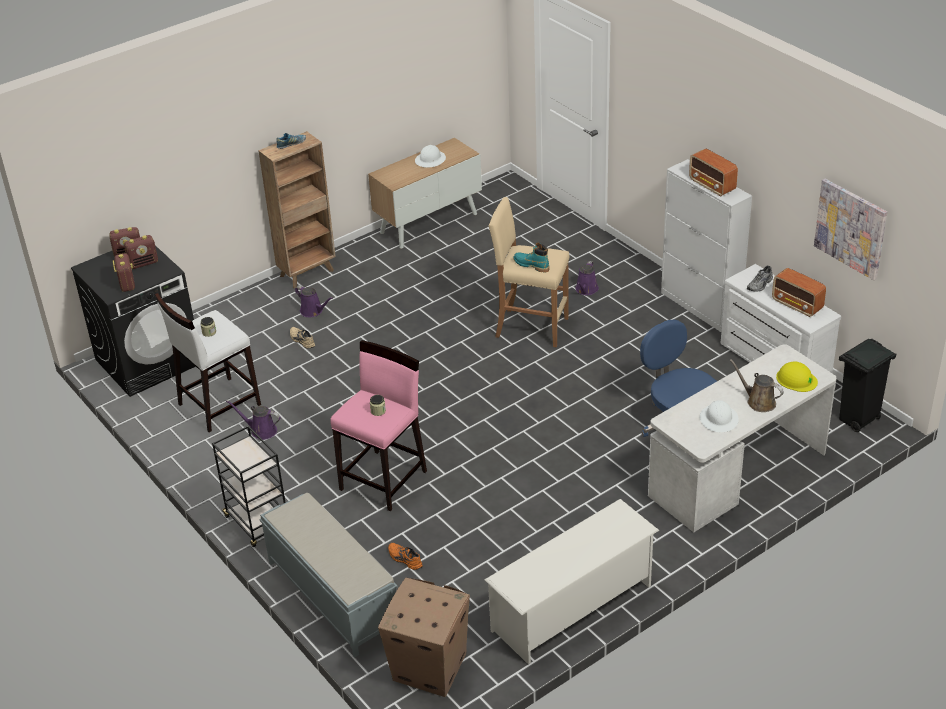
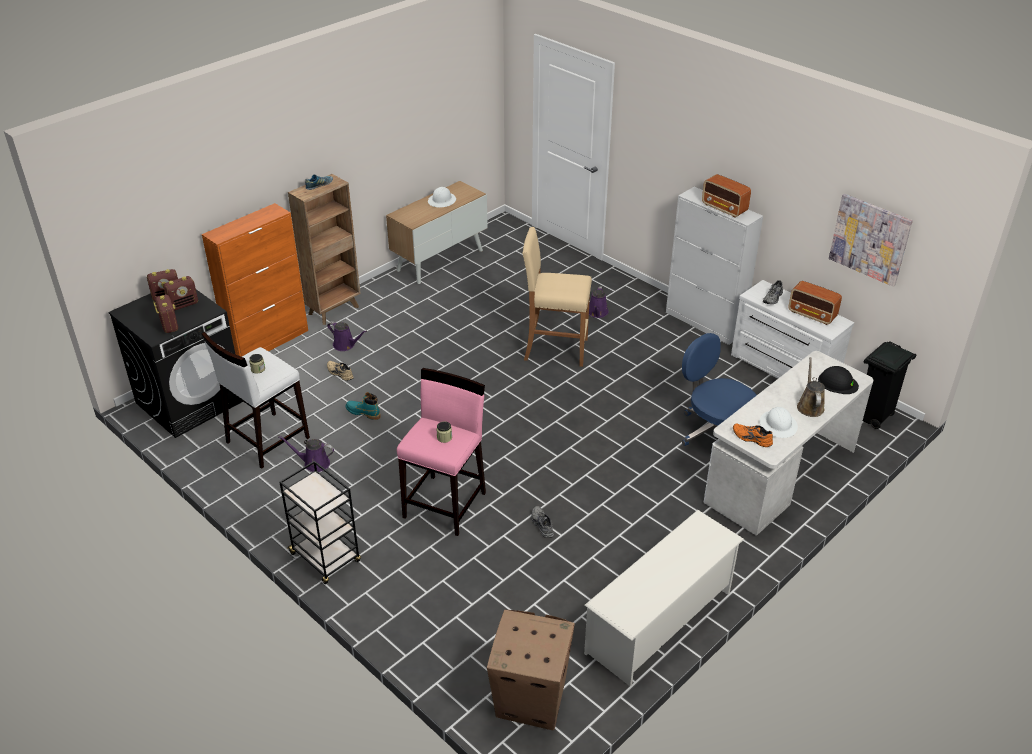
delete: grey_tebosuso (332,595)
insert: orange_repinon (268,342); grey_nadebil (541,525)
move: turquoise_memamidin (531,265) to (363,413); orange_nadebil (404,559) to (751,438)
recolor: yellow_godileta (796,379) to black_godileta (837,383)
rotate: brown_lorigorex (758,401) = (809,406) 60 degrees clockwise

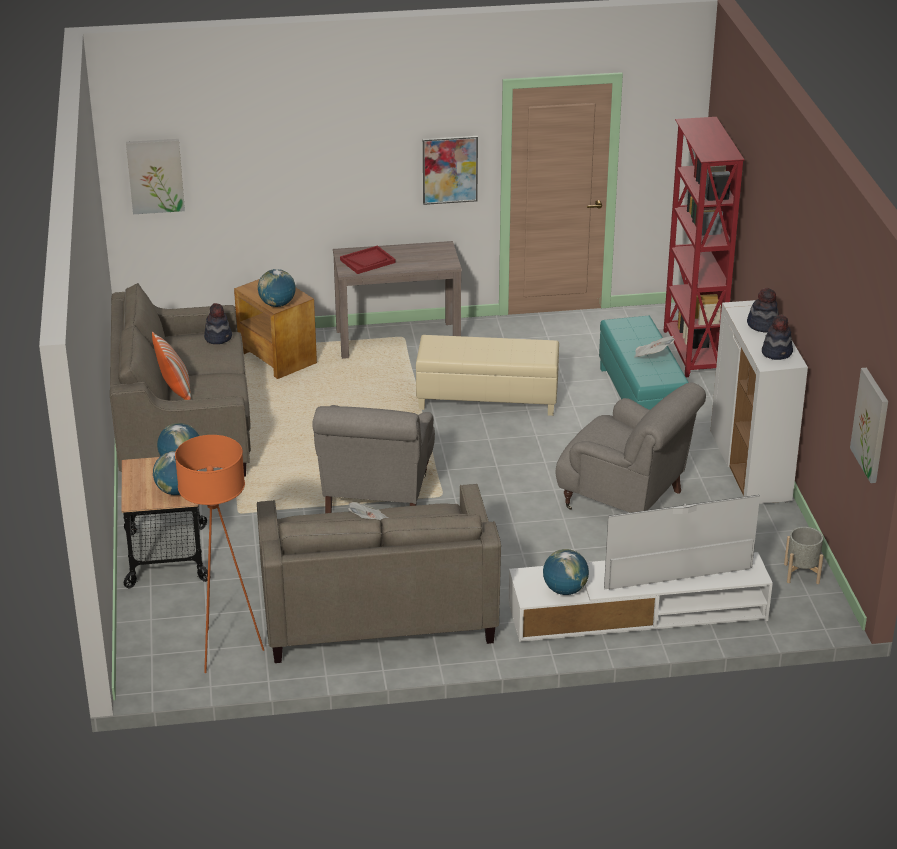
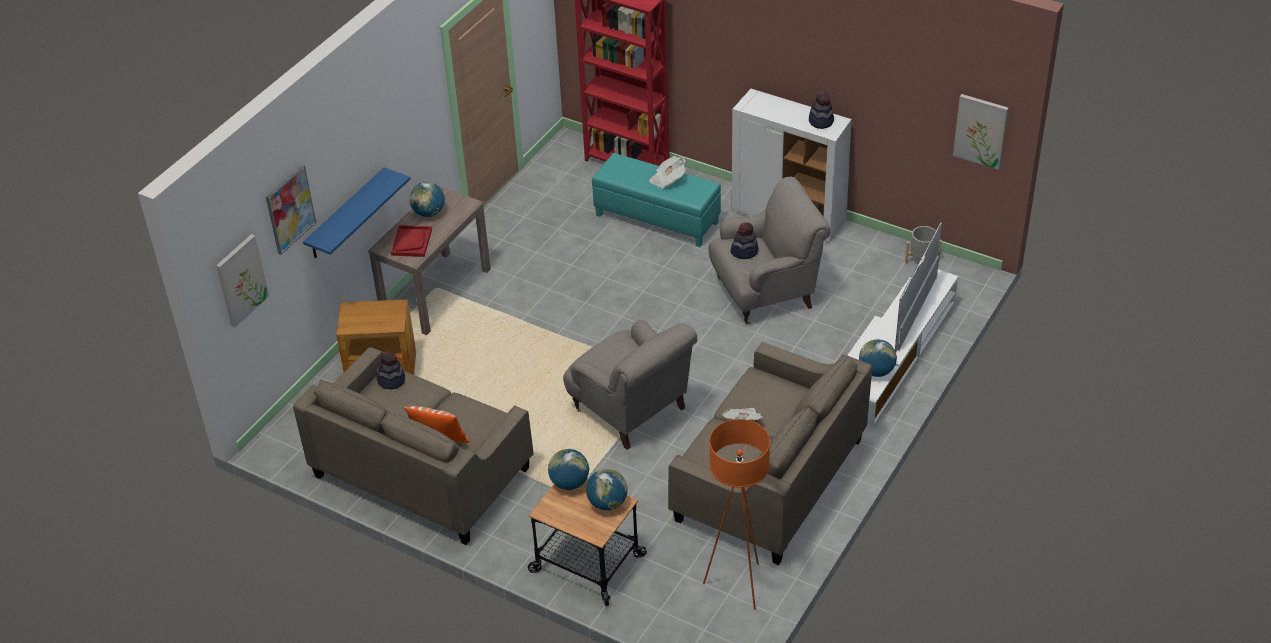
delete: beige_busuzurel (488,399)
insert: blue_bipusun (346,214)
move: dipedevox (450,169) to (290,209); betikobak (277,304) to (429,213); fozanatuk (762,325) to (744,251)

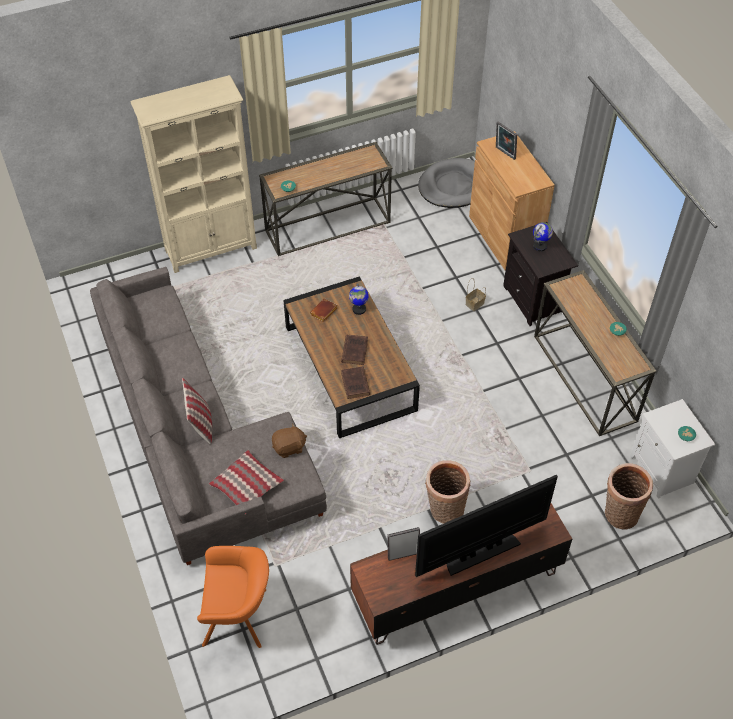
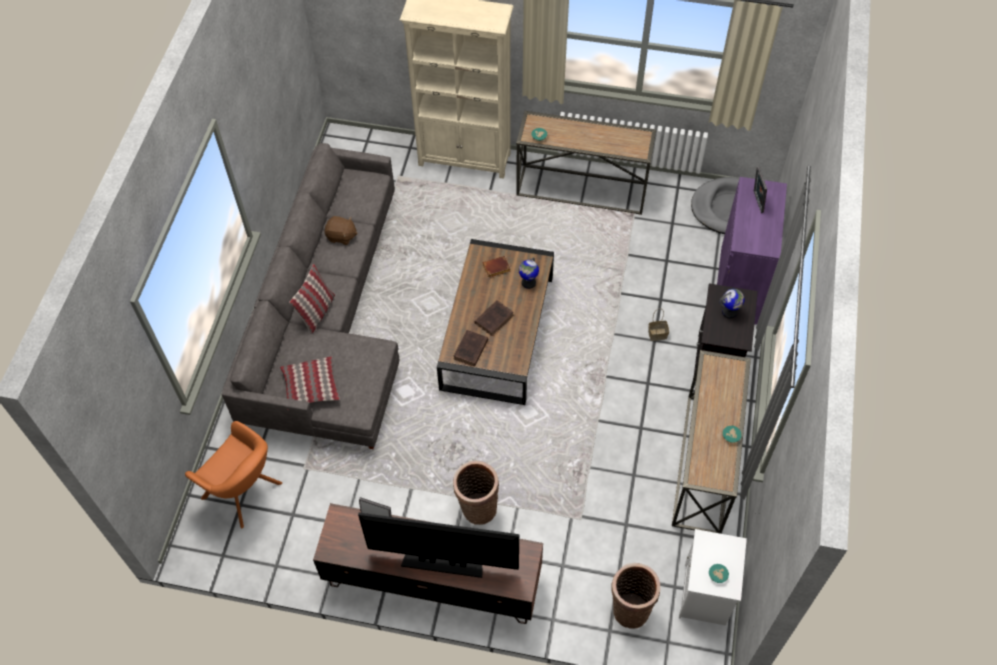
move: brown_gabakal (289,447) to (341,236)
recolor: brown_repinon (504,237) to purple_repinon (739,284)

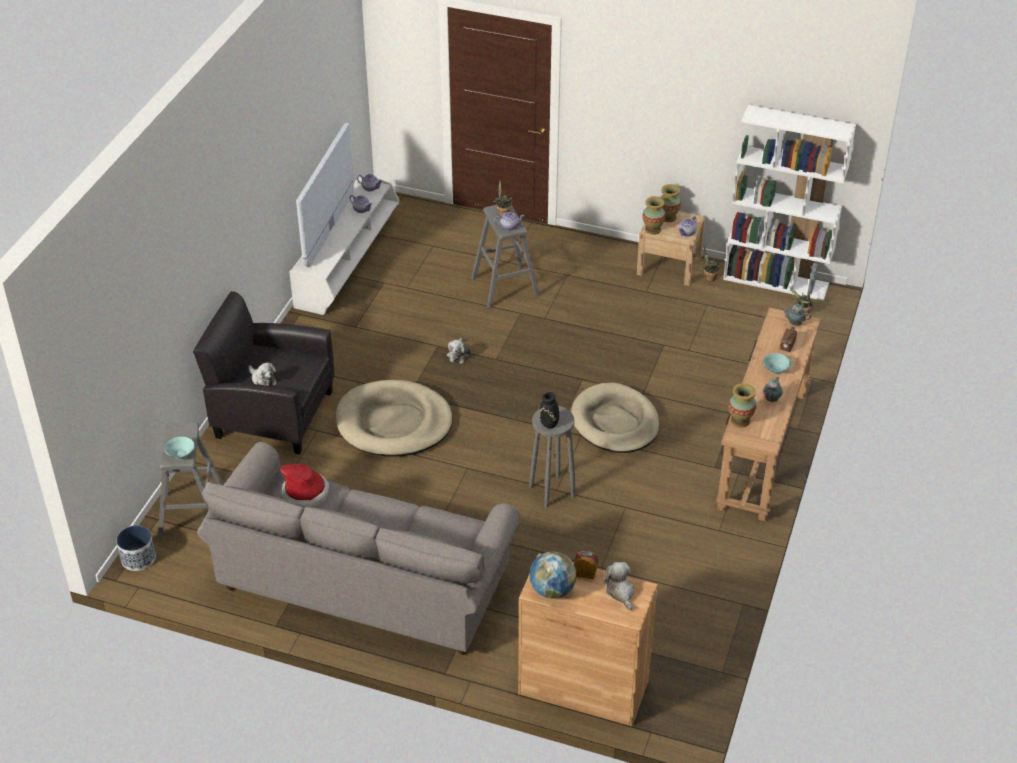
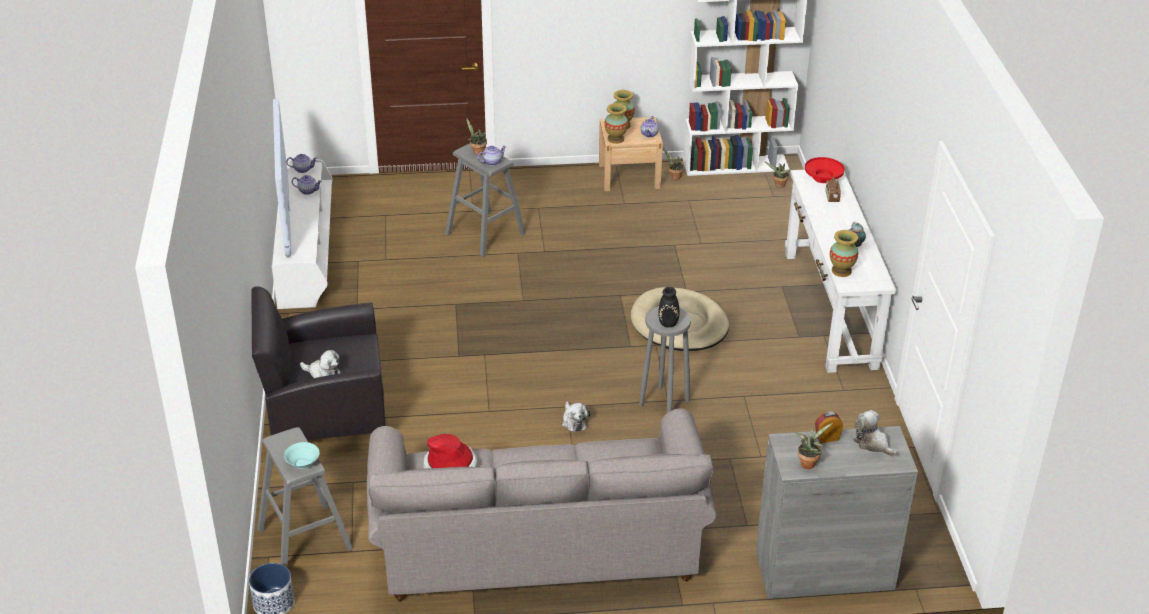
delete: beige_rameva (394,423); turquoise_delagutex (775,370)
move: gabakal (458,355) to (574,421)
replace: betikobak (552,590) to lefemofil (808,463); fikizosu (794,323) to red_delagutex (823,178)
recolor: brown_repinon (583,687) to grey_repinon (824,570); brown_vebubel (762,449) to white_vebubel (829,309)

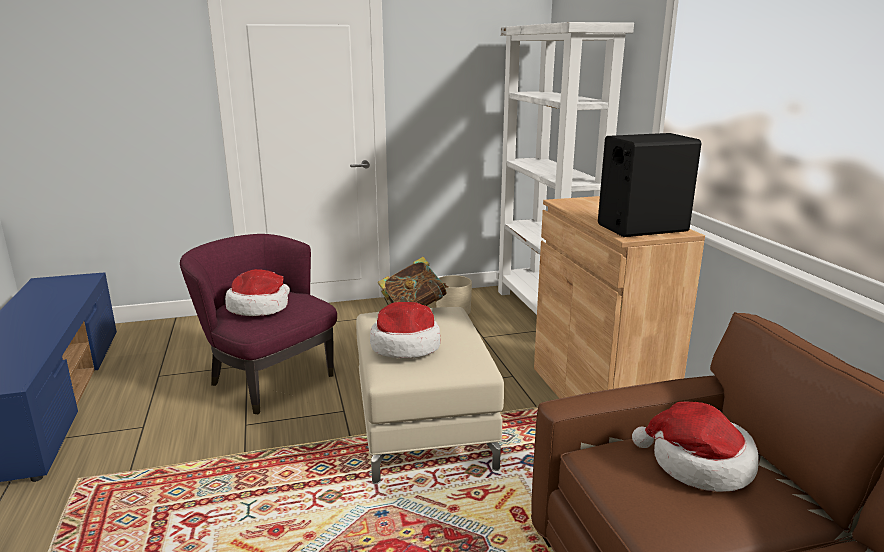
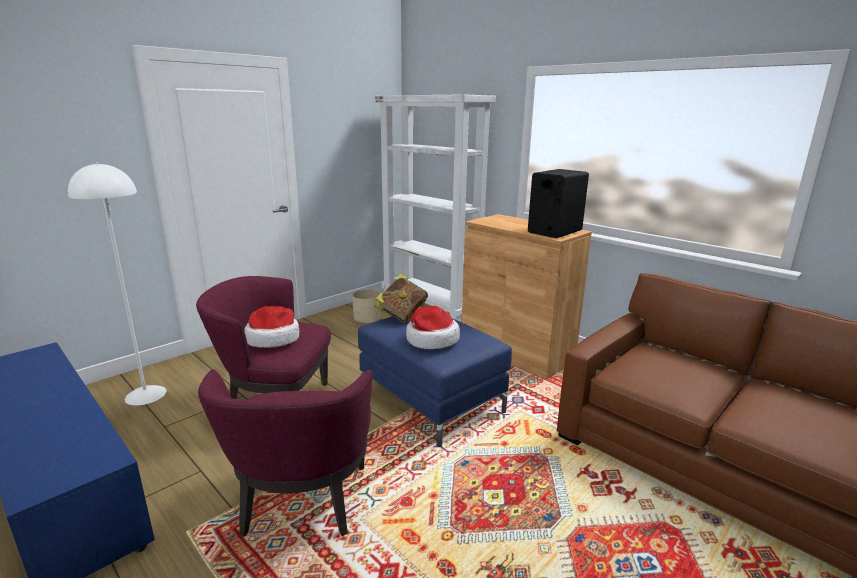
delete: fozanatuk (698,464)
insert: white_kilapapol (146,395); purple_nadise (303,502)
recolor: beige_busuzurel (425,427) to blue_busuzurel (432,400)

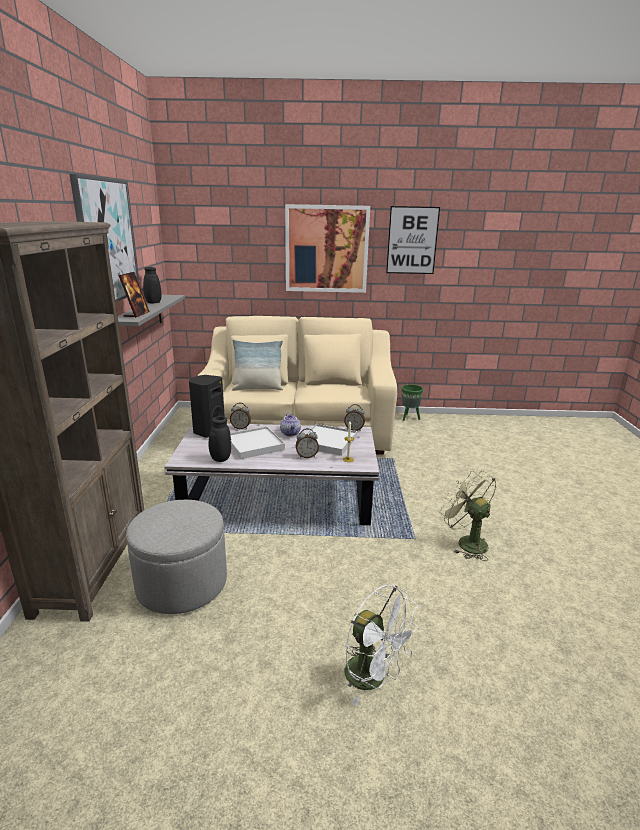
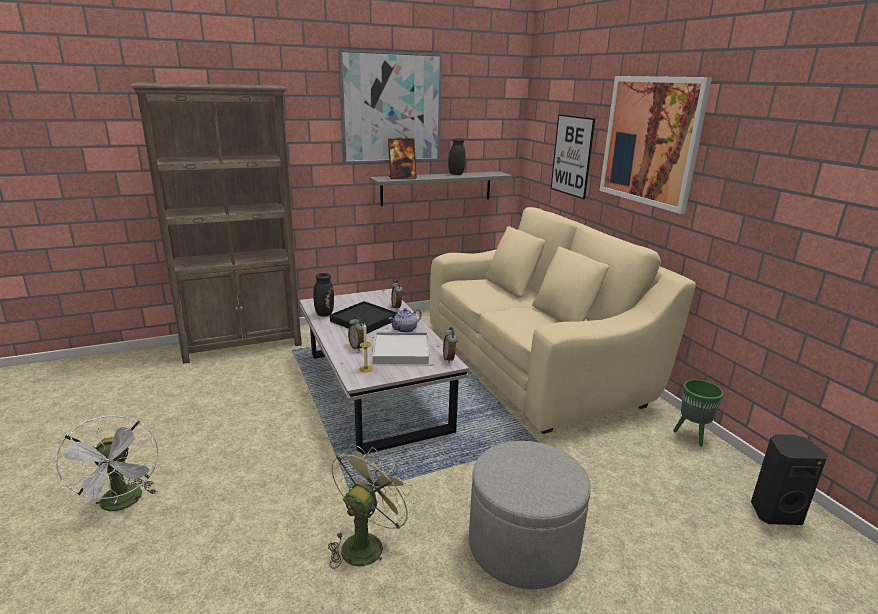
delete: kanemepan (257,389)
move: grey_busuzurel (182,583) to (523,546); dipedevox (412,240) to (572,156); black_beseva (208,431) to (774,512)
recolor: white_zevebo (254,445) to black_zevebo (364,320)
rotate: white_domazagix (373,678) = (123,504) 45 degrees counterclockwise

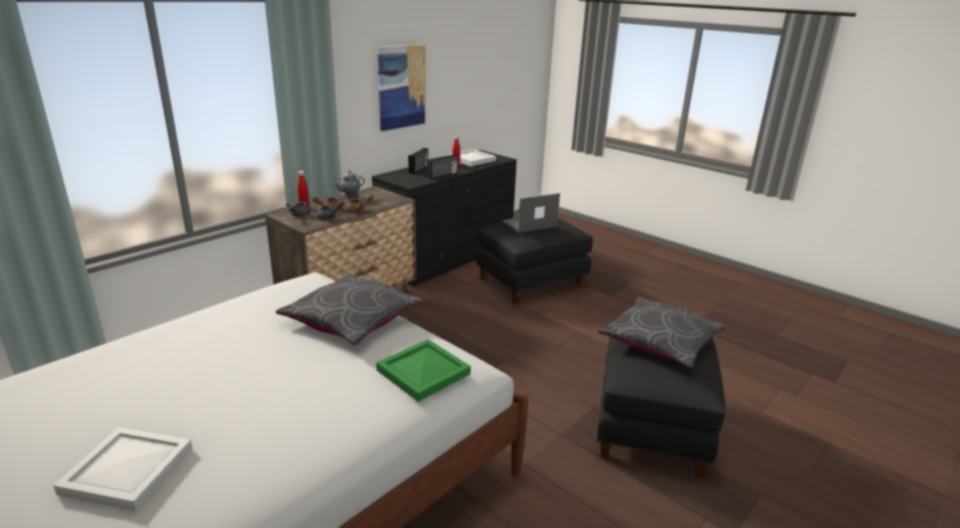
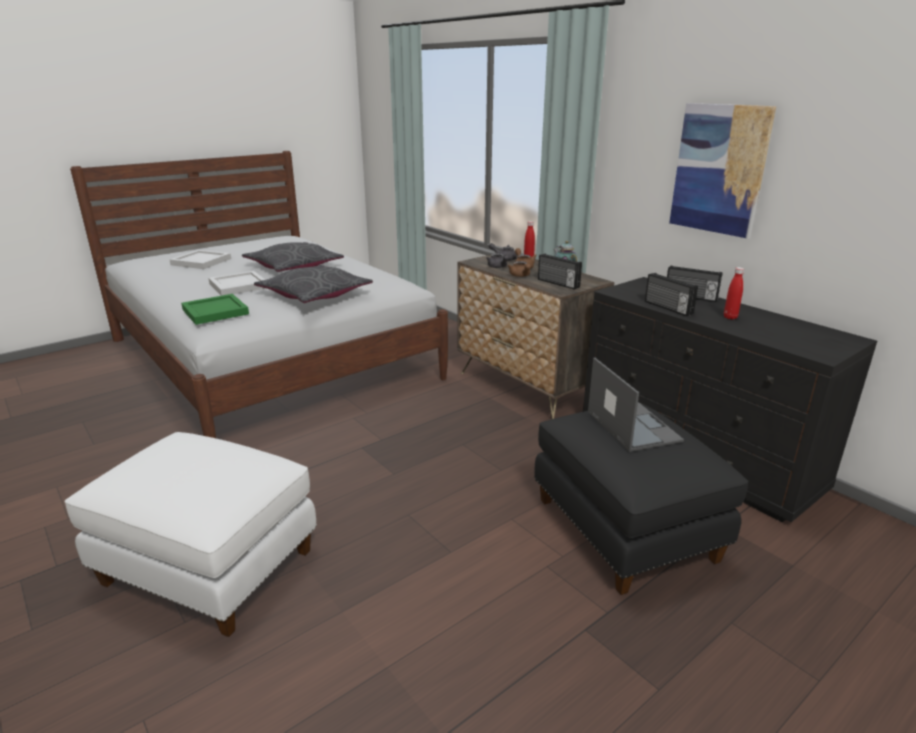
insert: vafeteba (557,283)
move: white_zevebo (472,159) to (239,286); grey_kanemepan (660,341) to (293,267)
recolor: black_busuzurel (652,426) to white_busuzurel (207,568)

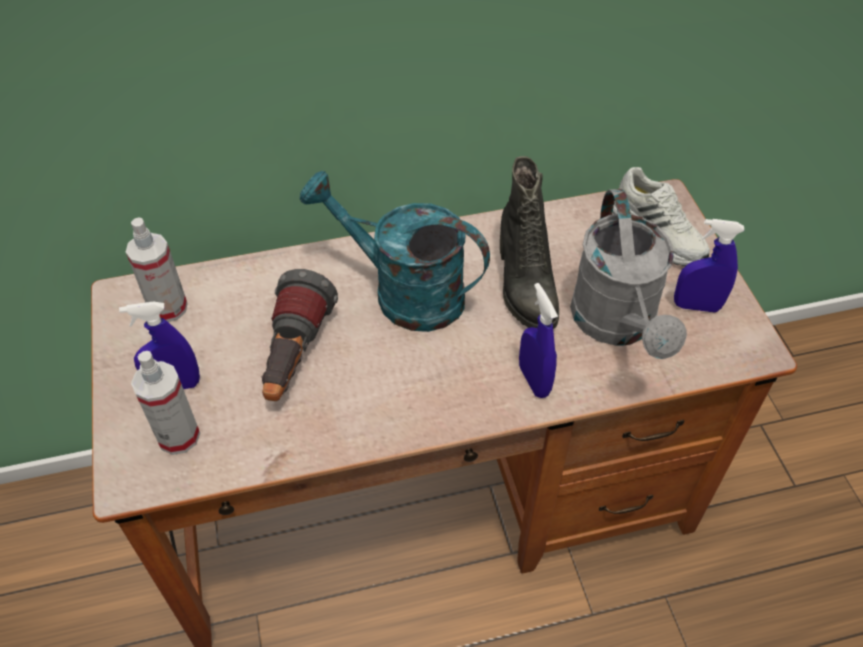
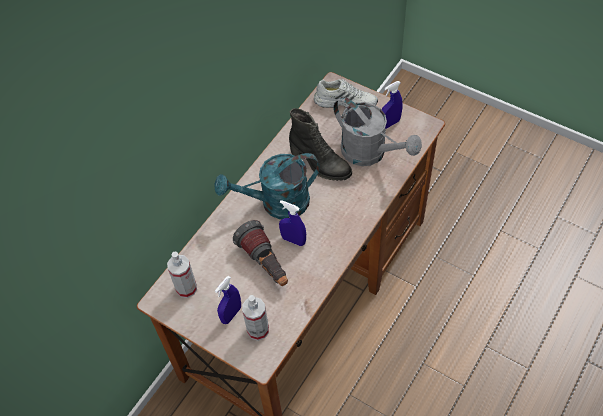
move: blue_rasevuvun (534,380) to (293,240)

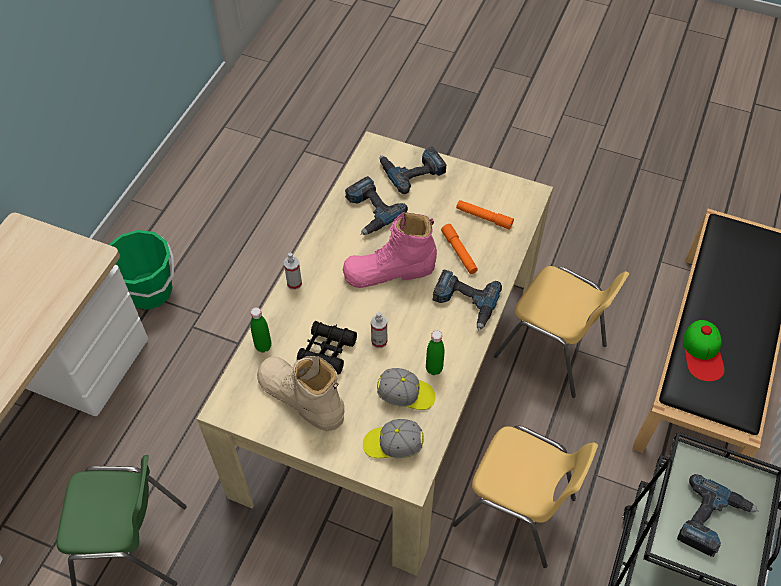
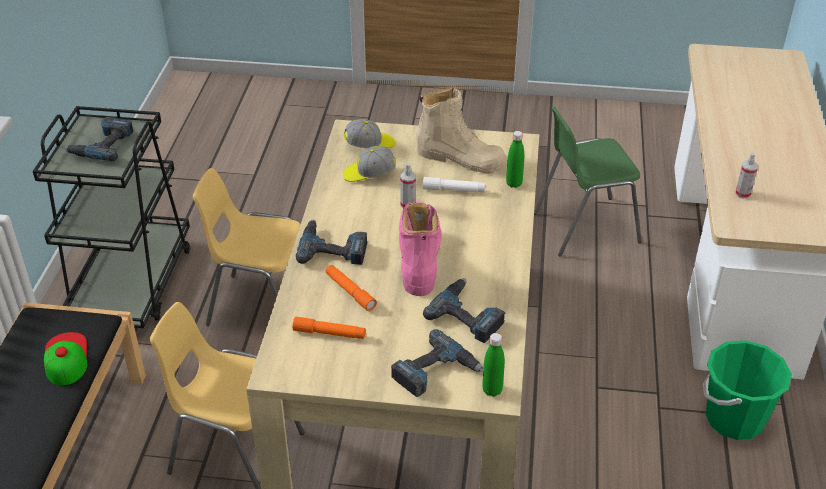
move: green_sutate (434,369) to (492,390); rasevuvun (294,283) to (742,193)
replace: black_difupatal (327,351) to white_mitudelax (453,190)
rotate: pink_memamidin (389,271) = (421,261) 60 degrees counterclockwise

